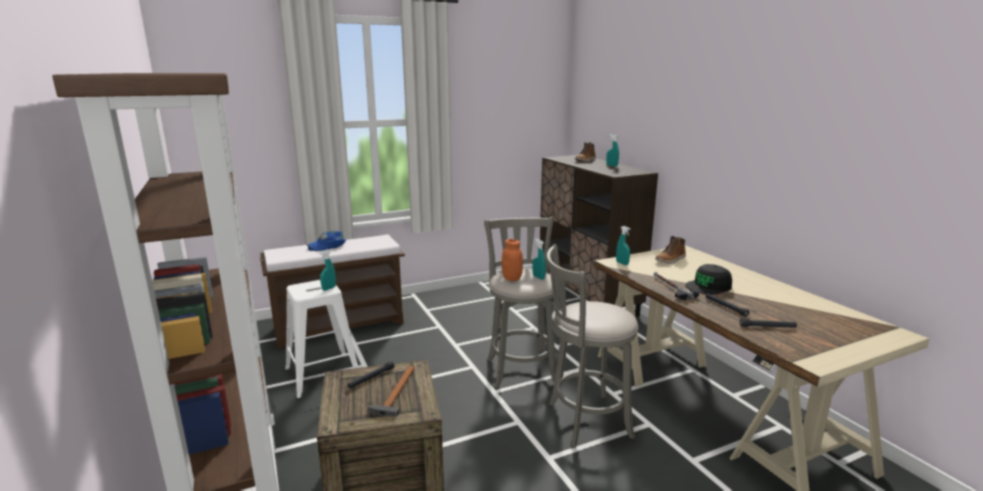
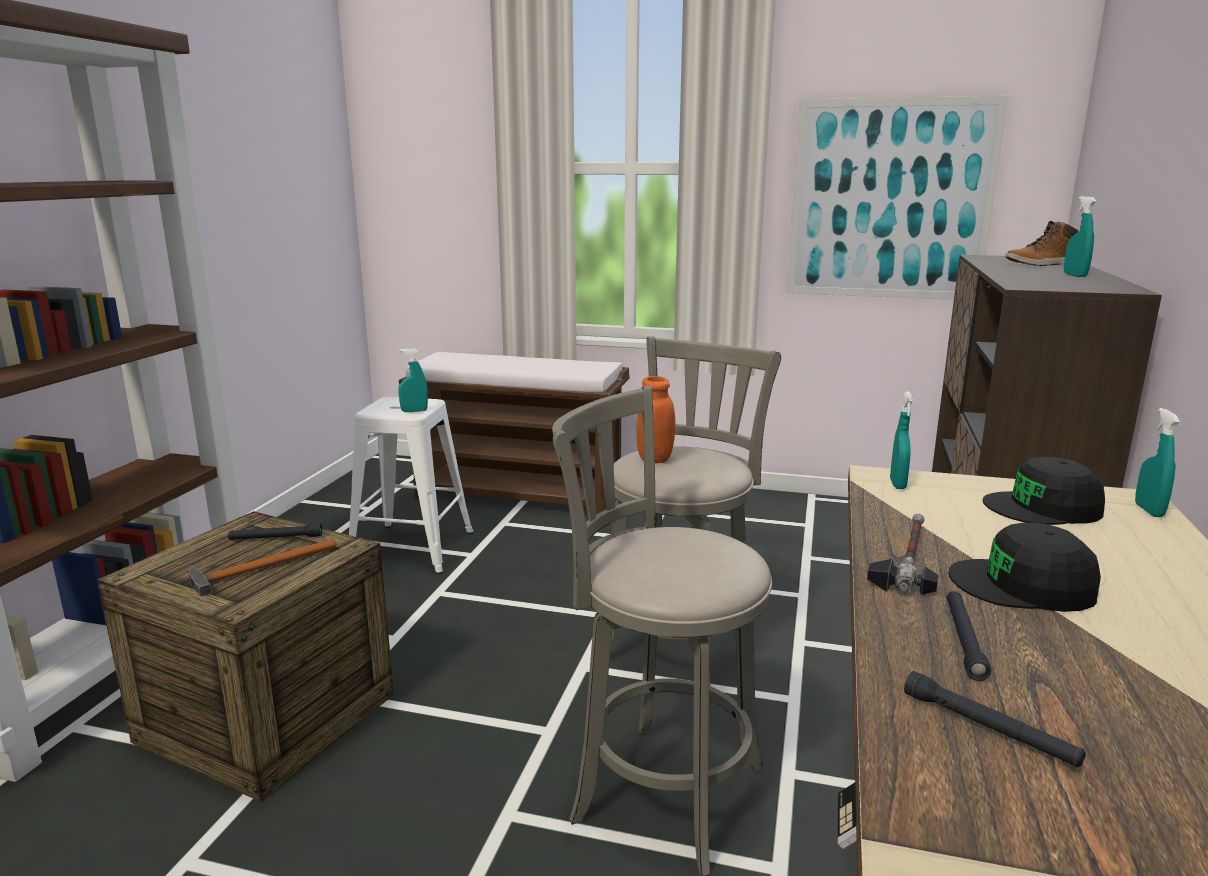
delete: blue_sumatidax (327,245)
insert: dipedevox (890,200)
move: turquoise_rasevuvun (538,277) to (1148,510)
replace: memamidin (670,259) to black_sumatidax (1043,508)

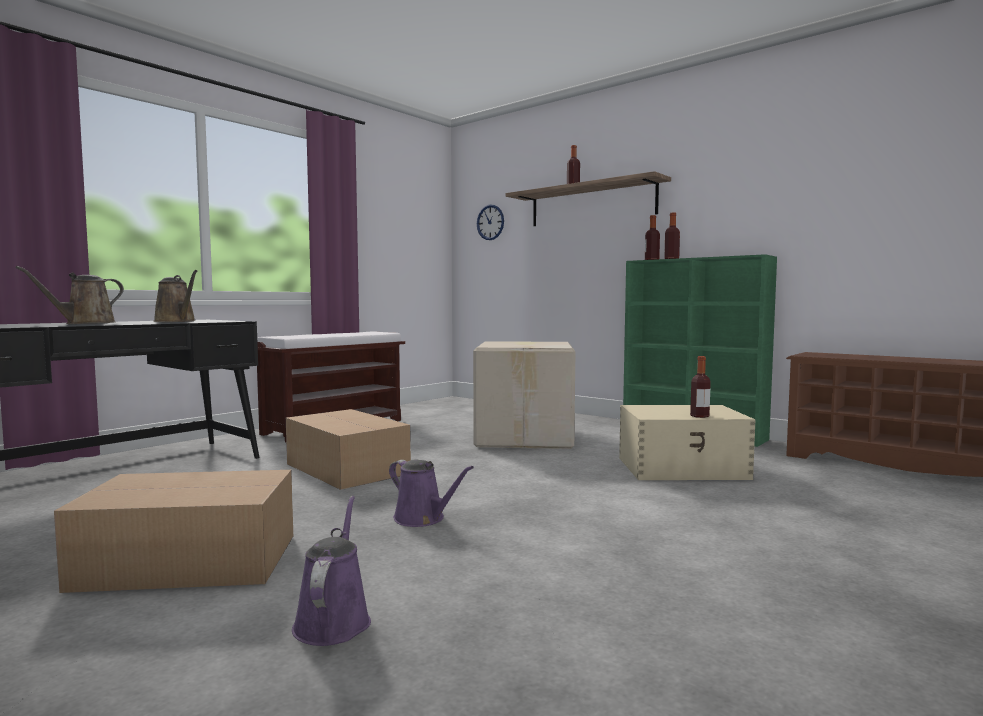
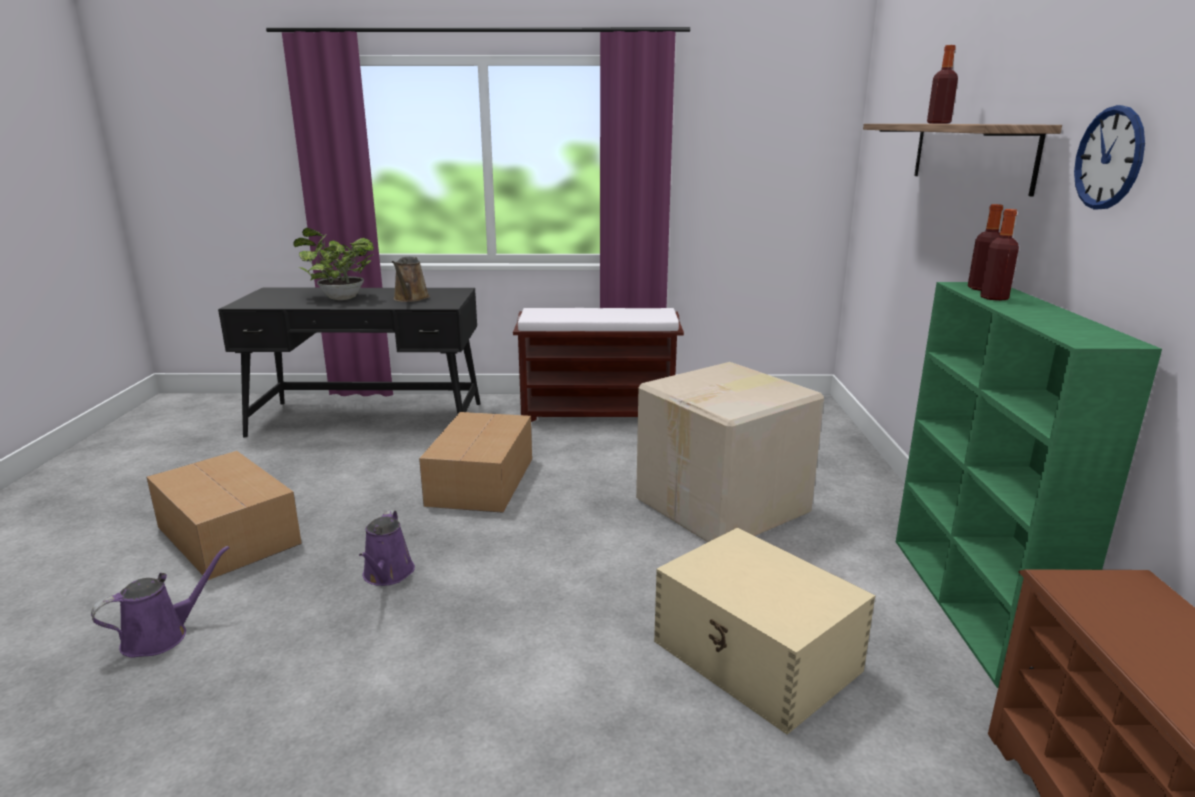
delete: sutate (699,416)
move: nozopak (490,222) to (1109,158)
replace: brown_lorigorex (85,323) to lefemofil (339,298)

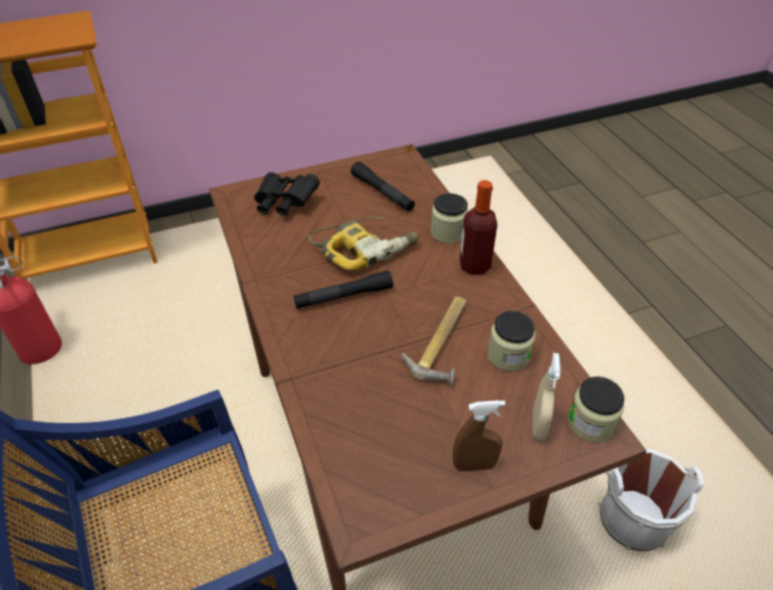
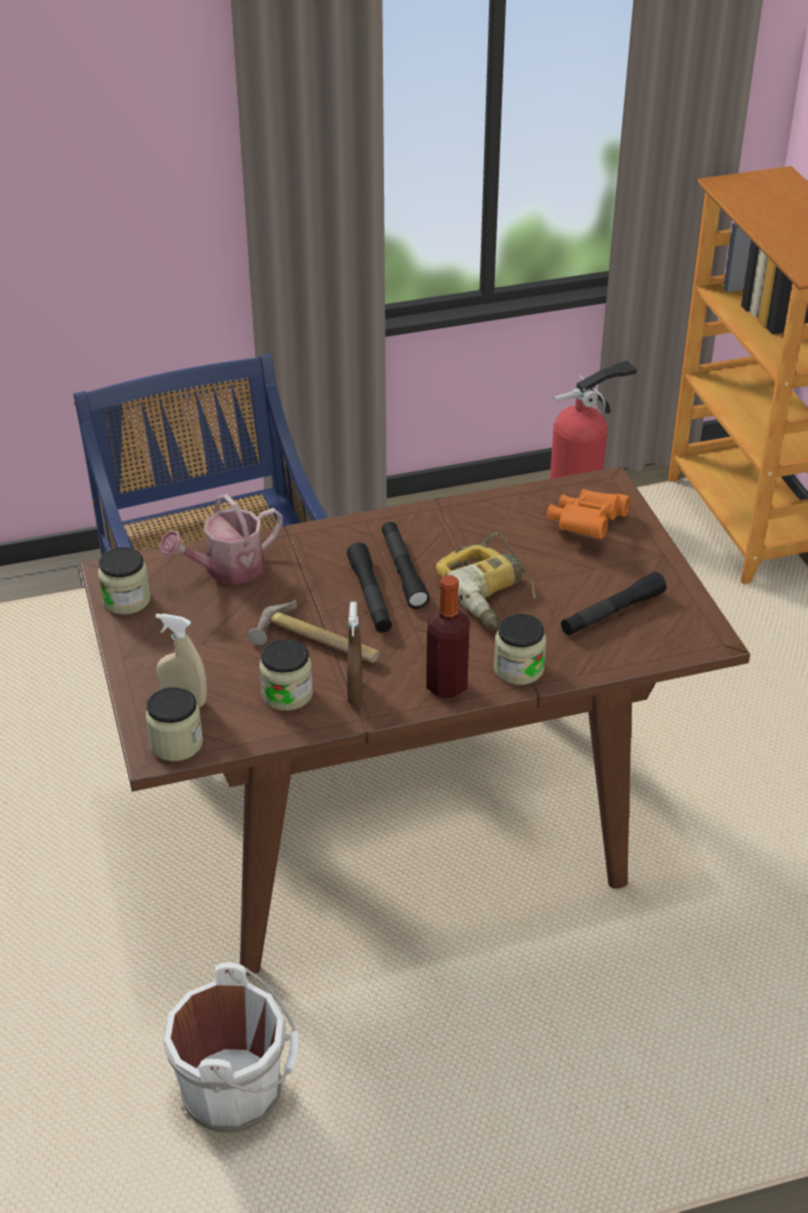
insert: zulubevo (126,600); lorigorex (227,570); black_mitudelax (370,596)
move: brown_rasevuvun (474,465) to (355,693)
recolor: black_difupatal (284,204) to orange_difupatal (586,526)

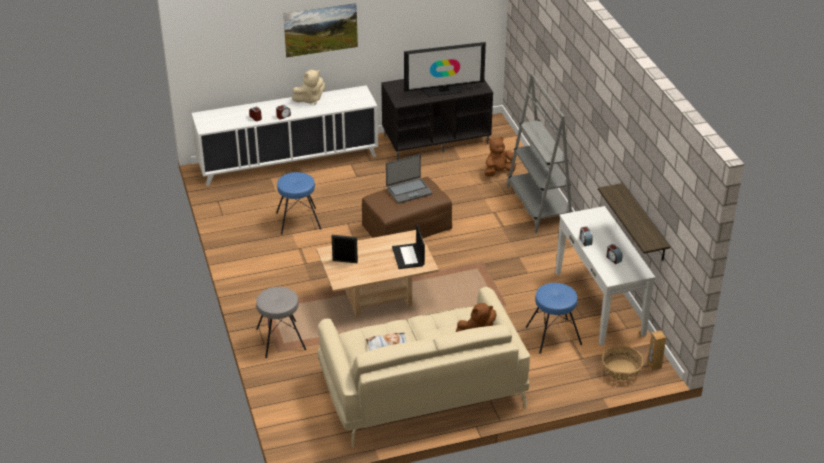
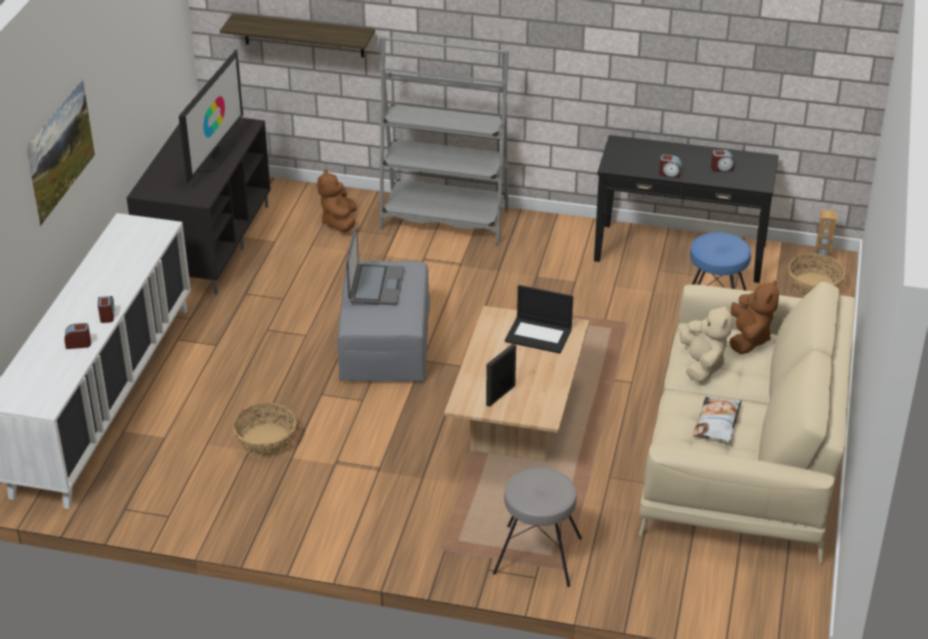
move: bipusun (644,223) to (303,35); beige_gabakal (310,99) to (702,365)
replace: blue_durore (298,220) to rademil (265,440)
recolor: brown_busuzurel (407,227) to grey_busuzurel (385,344); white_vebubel (599,303) to black_vebubel (680,252)

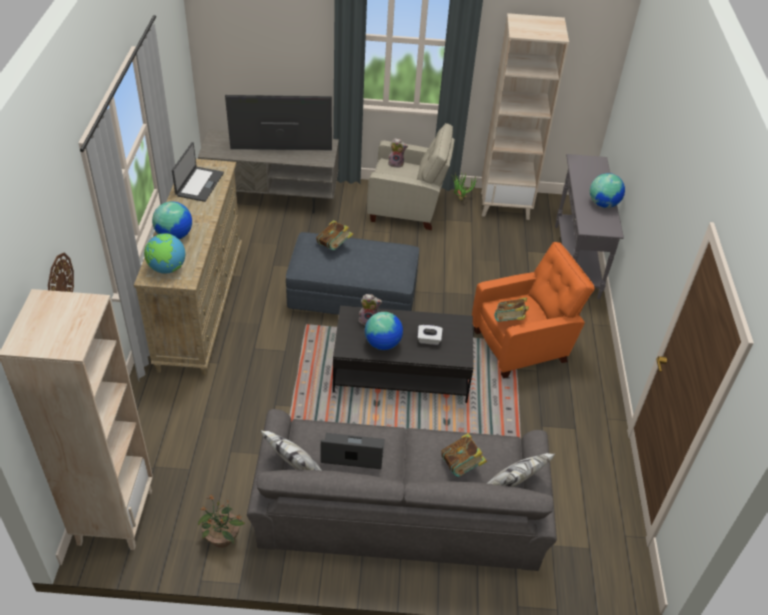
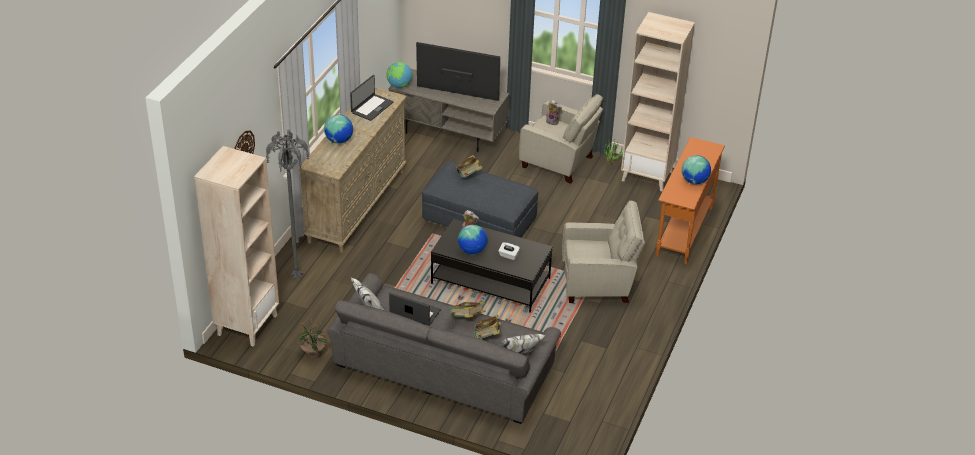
insert: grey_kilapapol (296,278)
move: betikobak (167,268) to (399,86); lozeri (509,320) to (467,319)
recolor: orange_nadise (523,345) to beige_nadise (599,284); grey_vebubel (576,261) to orange_vebubel (684,232)

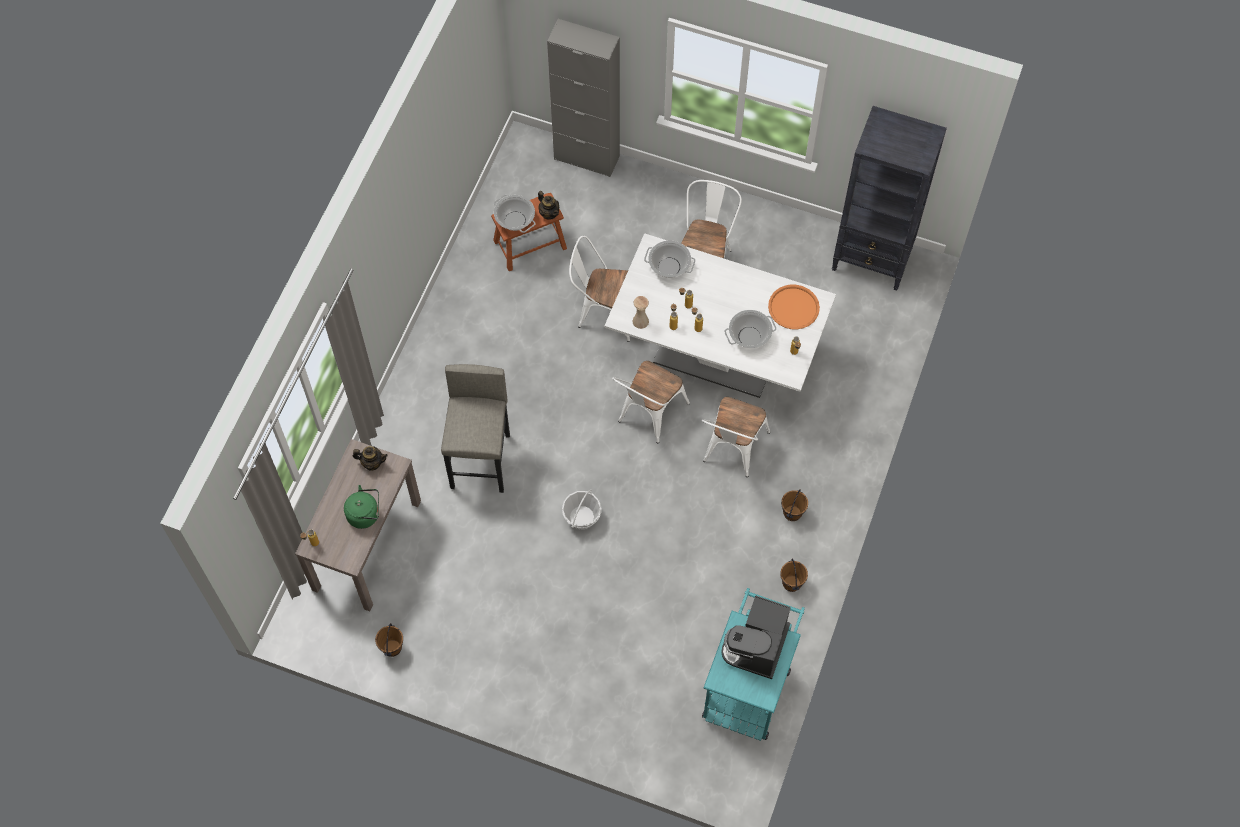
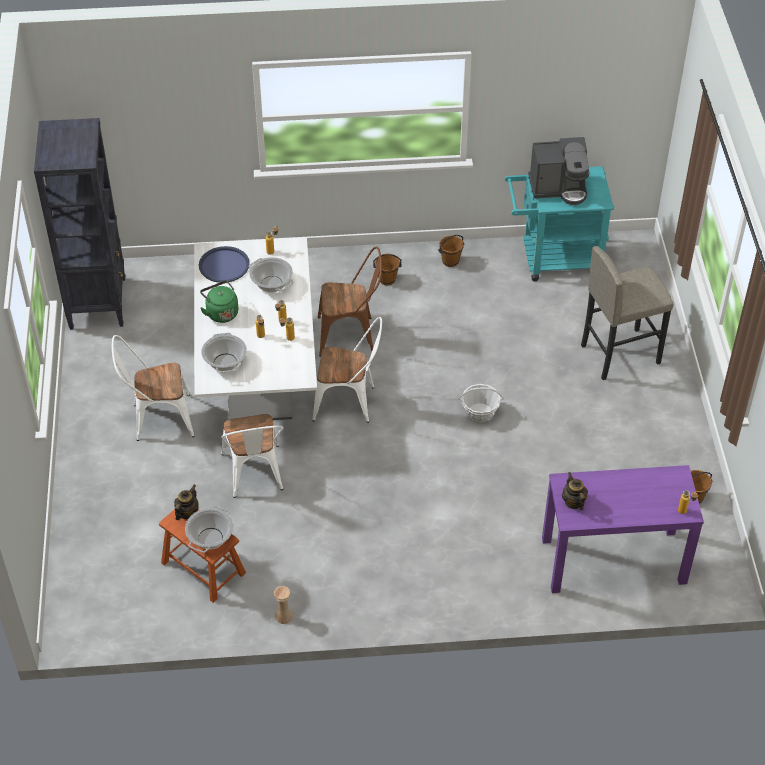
delete: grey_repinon (586,157)
move: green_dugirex (365,514) to (221,312); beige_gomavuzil (640,321) to (284,616); grey_durore (481,461) to (619,354)
recolor: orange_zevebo (793,307) to blue_zevebo (224,265); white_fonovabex (732,451) to brown_fonovabex (351,334); brown_vebubel (367,544) to purple_vebubel (613,561)

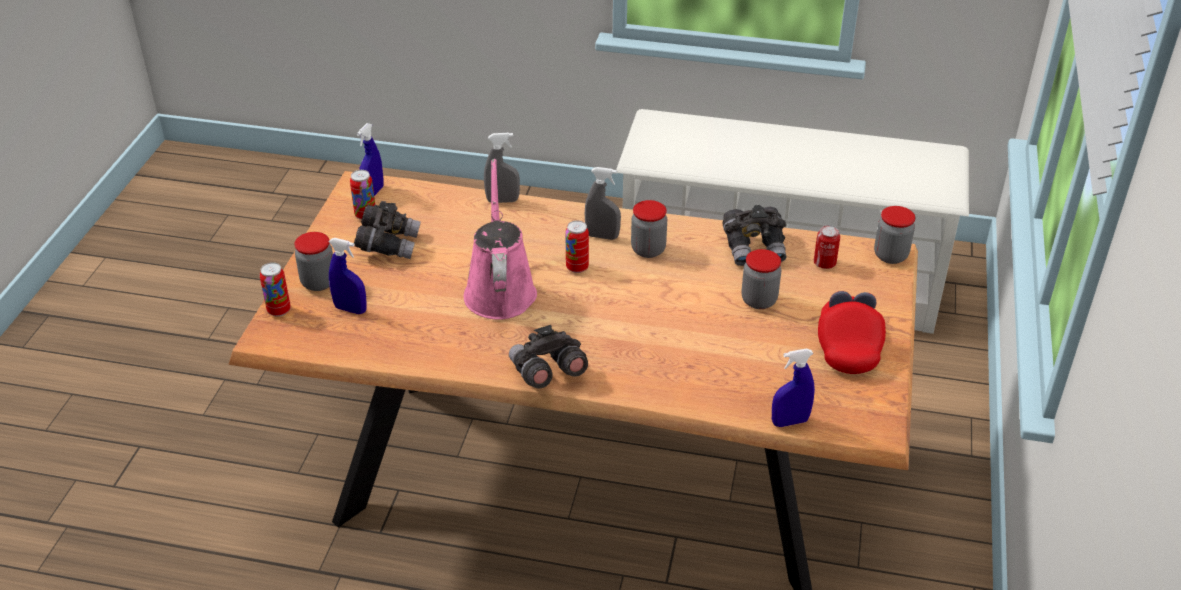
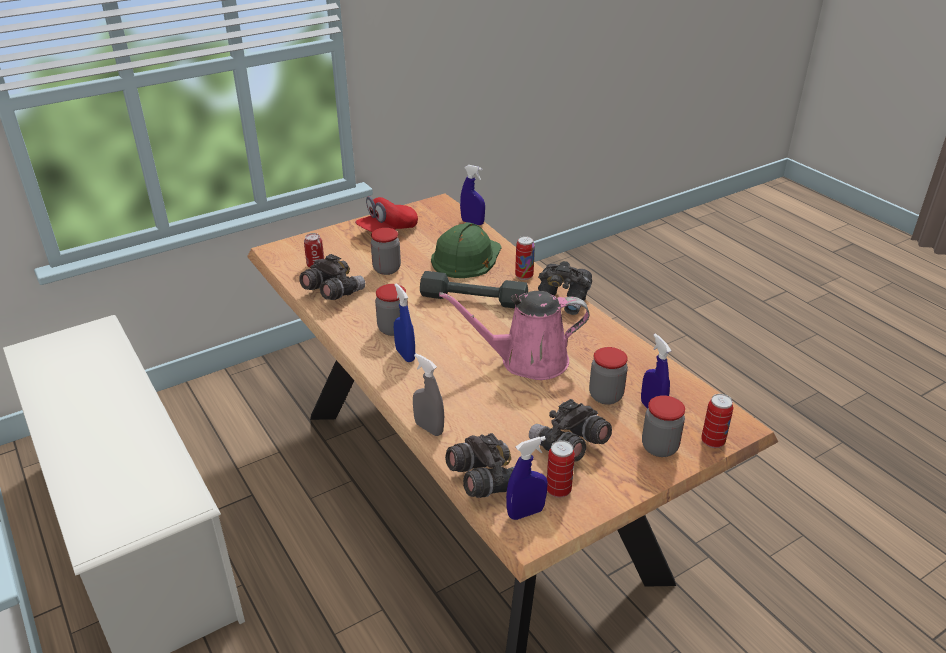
insert: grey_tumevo (473,299); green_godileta (466,257); grey_difupatal (485,480)
move: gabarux (577,267) to (524,276); zulubevo (890,255) to (605,396)
recolor: grey_rasevuvun (602,236) to blue_rasevuvun (405,355)
rotate: pink_lorigorex (499,290) = (527,361) 45 degrees clockwise

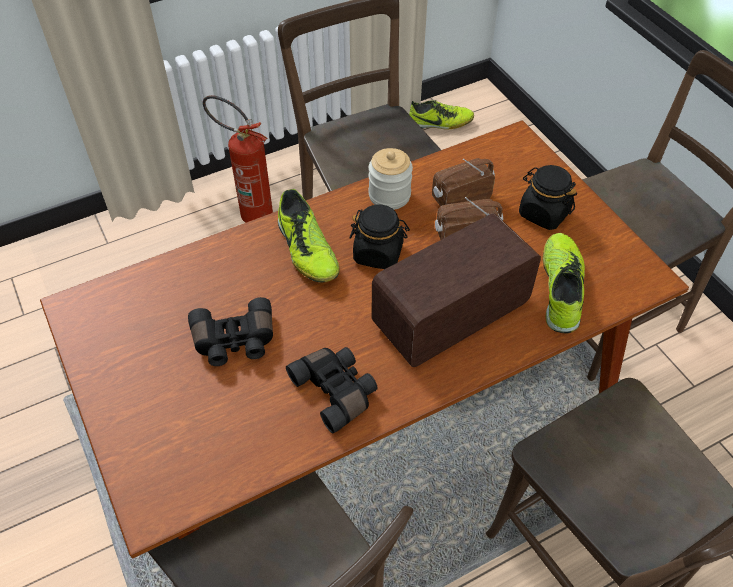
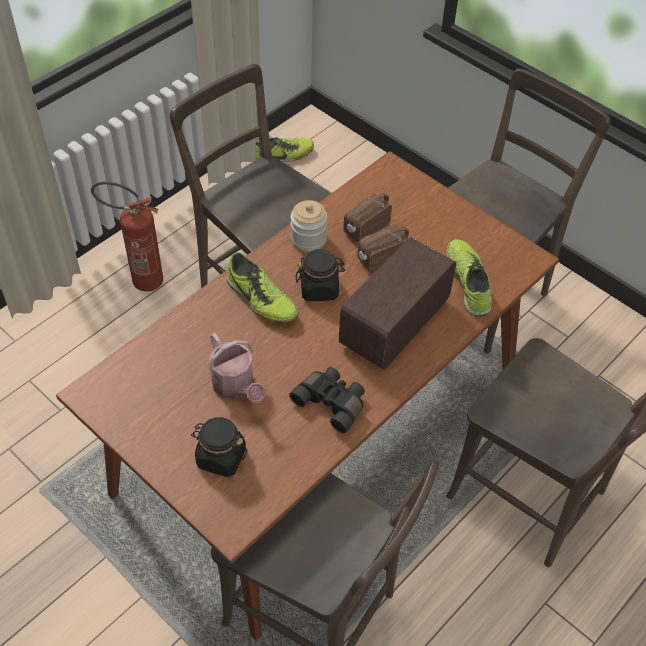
move: black_zulubevo (543,213) to (220,457)
replace: black_difupatal (234,342) to lorigorex (236,386)

